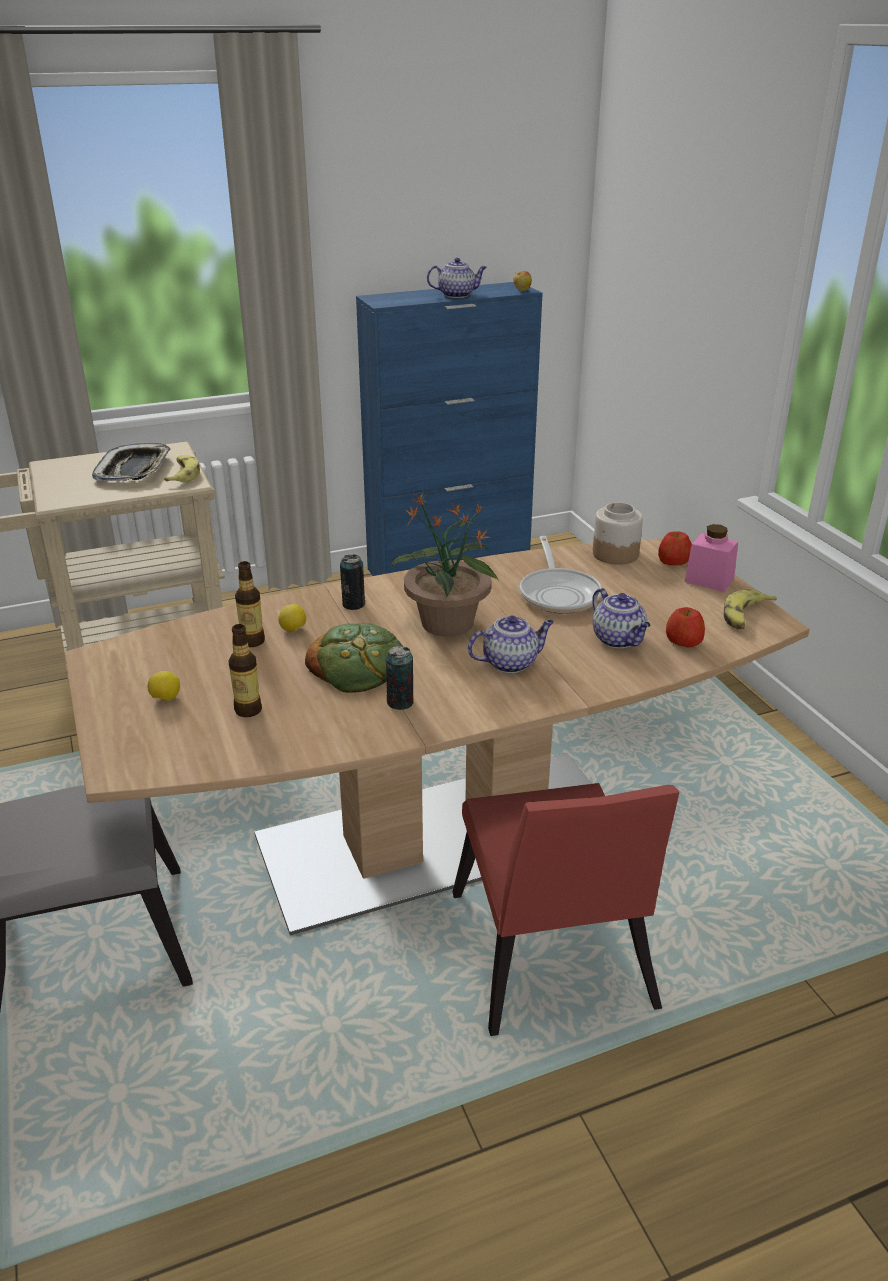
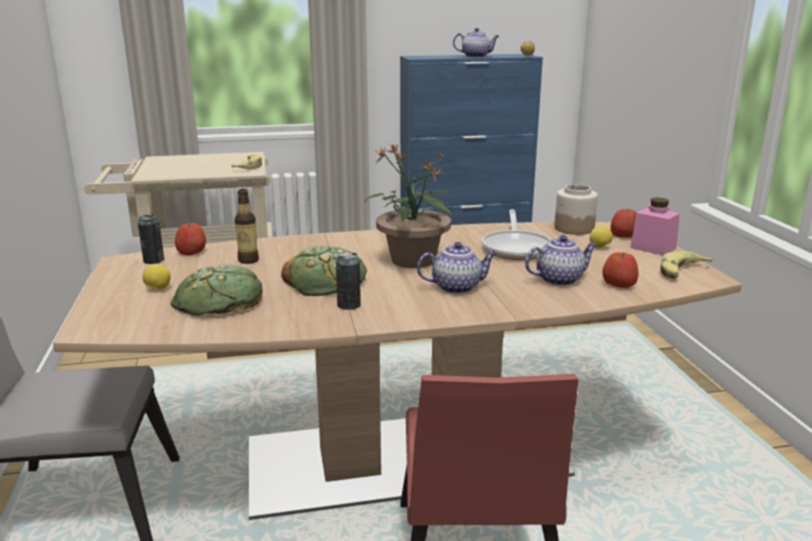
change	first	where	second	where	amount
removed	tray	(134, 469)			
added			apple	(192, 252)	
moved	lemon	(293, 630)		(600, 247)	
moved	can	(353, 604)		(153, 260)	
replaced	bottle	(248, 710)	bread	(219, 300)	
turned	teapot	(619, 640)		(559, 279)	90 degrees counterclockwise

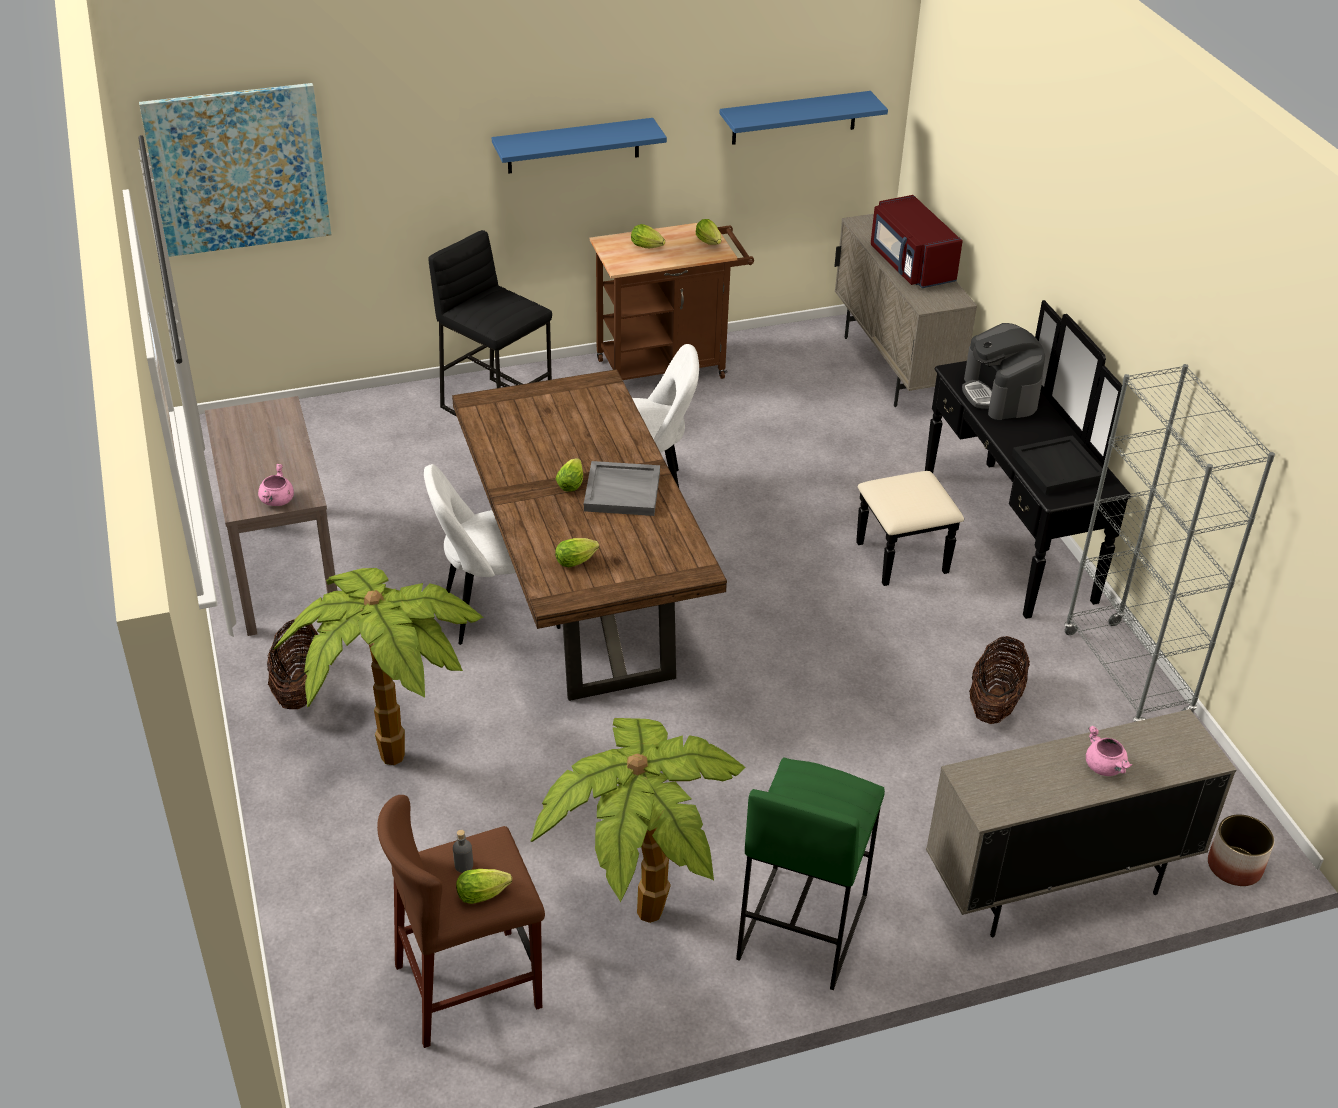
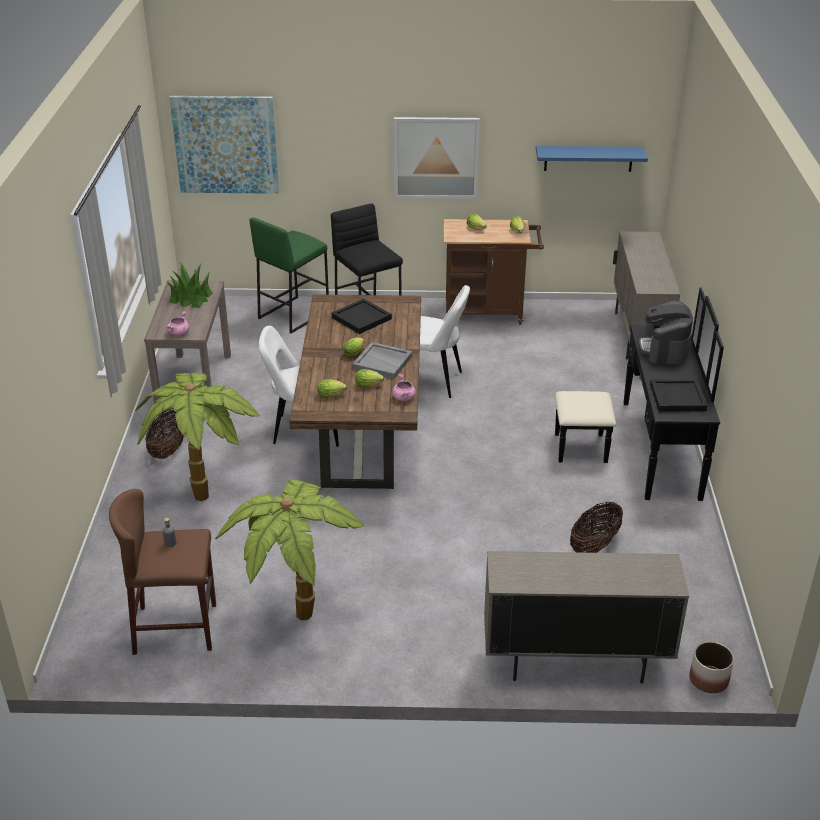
change	first	where	second	where	amount
removed	red microwave	(910, 265)			
removed	grey bookcase	(1126, 675)			
added			potted plant	(190, 298)	
added			black tray	(362, 318)	
moved	lettuce	(485, 894)		(369, 385)	
moved	green stool	(801, 926)		(293, 314)	
moved	pink cooking pot	(1105, 767)		(404, 398)	
replaced	blue shelf	(573, 146)	picture	(436, 157)	

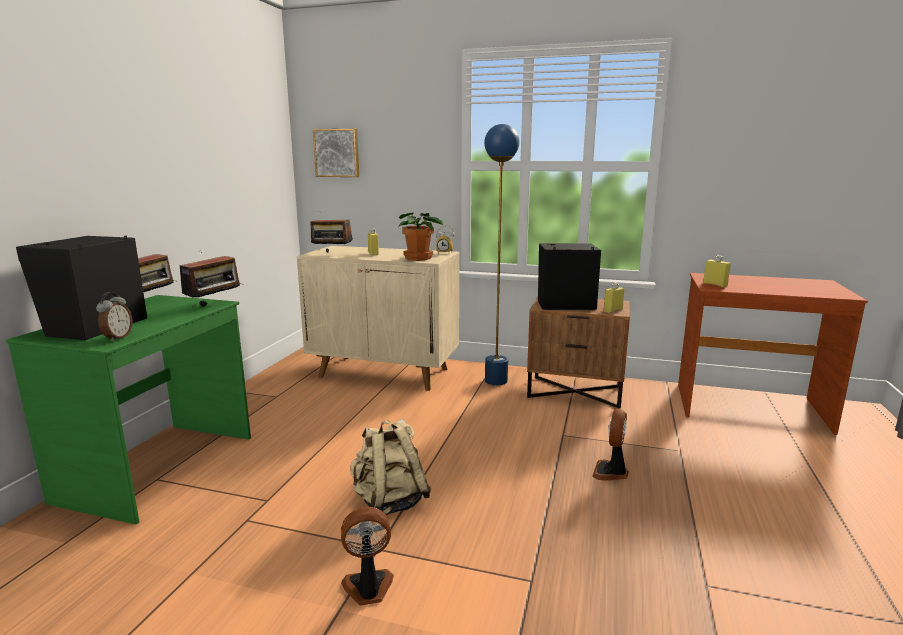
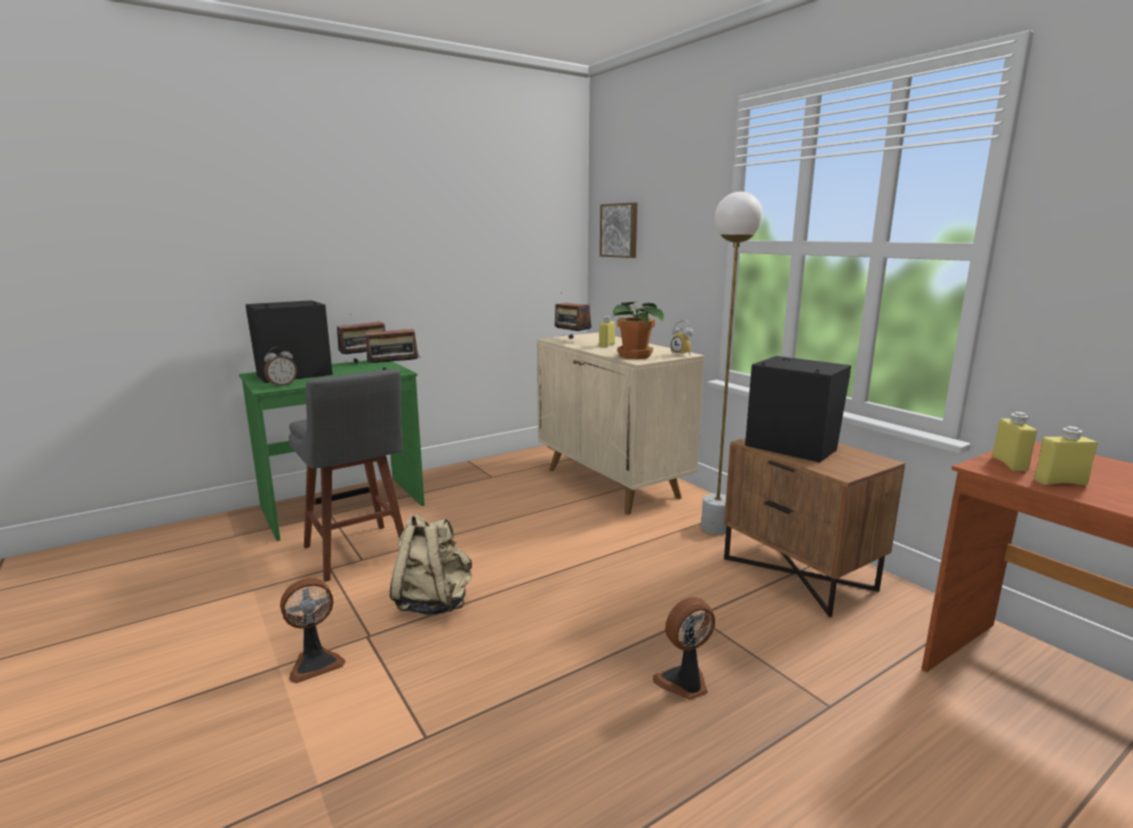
change	first	where	second	where	amount
added			grey stool	(358, 554)	
moved	yellow bottle	(613, 310)		(1060, 482)	
recoloured	blue floor lamp	(496, 381)	white floor lamp	(716, 528)	
turned	fan	(368, 588)		(315, 663)	120 degrees clockwise

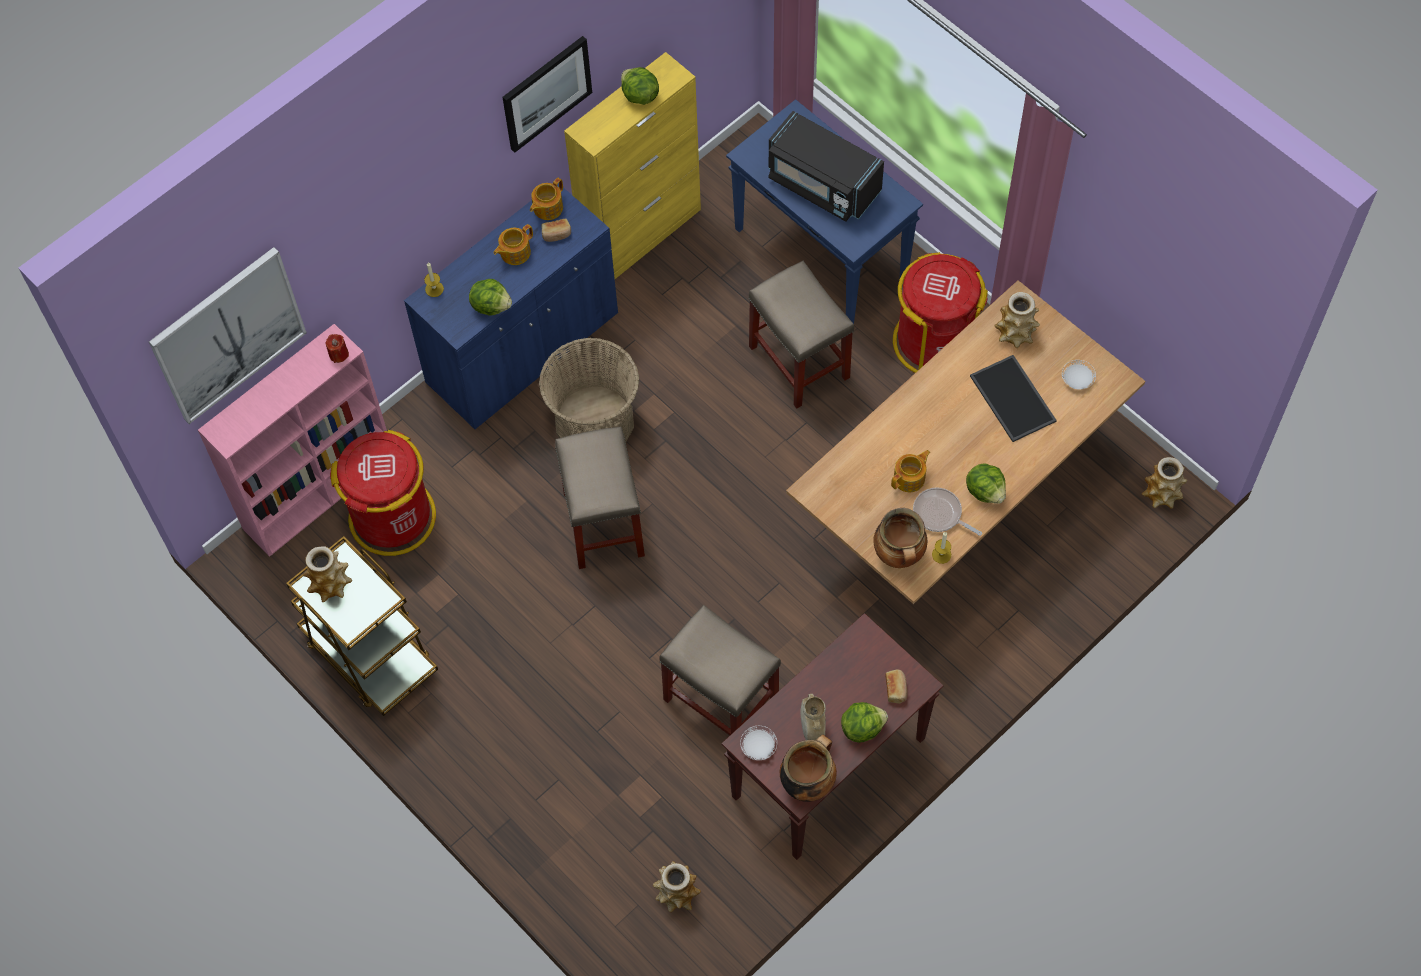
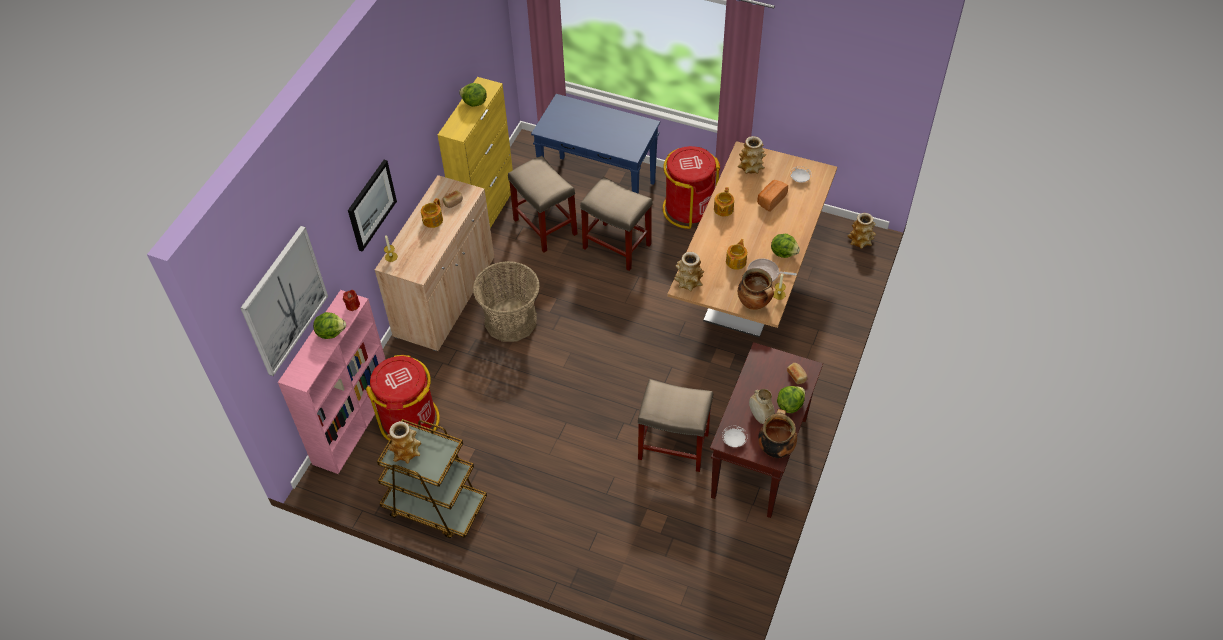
change	first	where	second	where	amount
removed	black microwave	(822, 184)			
moved	lettuce	(491, 305)		(331, 332)	
moved	picture	(546, 93)		(371, 205)	
moved	teapot	(547, 208)		(723, 209)	
moved	beige stool	(603, 522)		(544, 226)	
moved	vase	(676, 893)		(688, 282)	
replaced	tray	(1014, 398)	bread	(771, 200)	
recoloured	blue cabinet	(523, 349)	beige cabinet	(445, 297)	

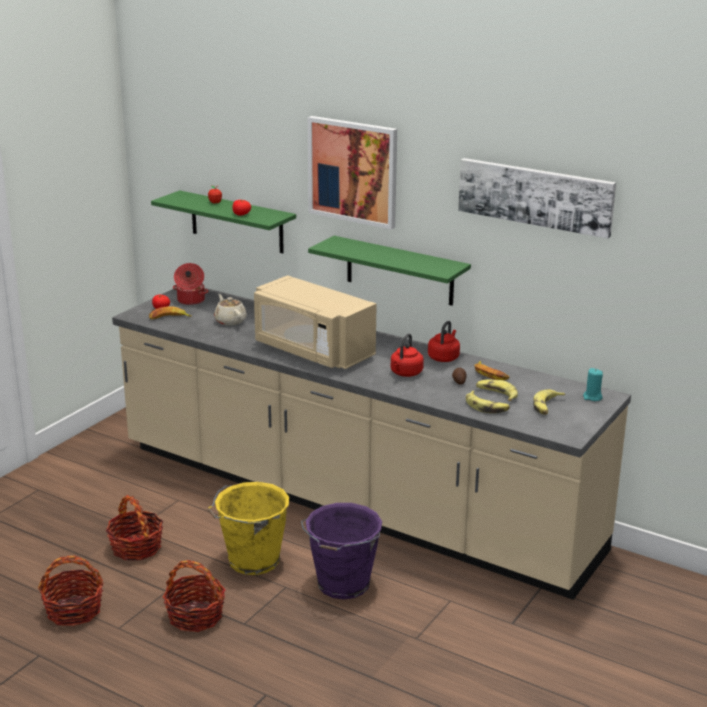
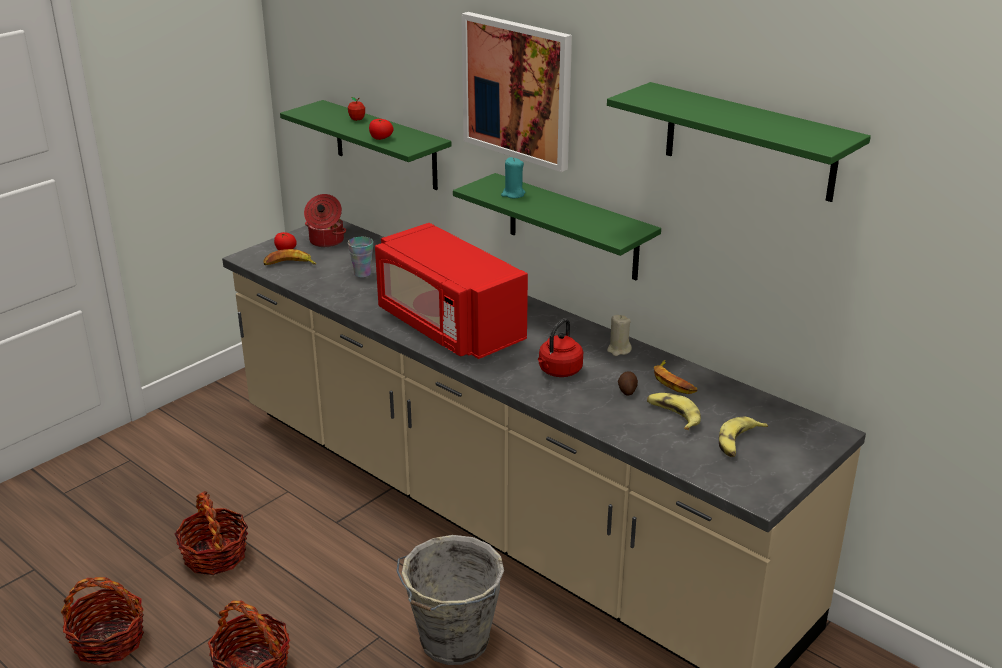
change	first	where	second	where	amount
removed	yellow bucket	(251, 561)			
removed	banana	(486, 407)			
moved	turquoise candle	(592, 397)		(513, 194)	
replaced	beige teapot	(230, 321)	cup	(362, 274)	
replaced	red kettle	(444, 357)	beige candle	(618, 350)	
replaced	picture	(535, 196)	green shelf	(749, 142)	
recoloured	beige microwave	(312, 351)	red microwave	(449, 326)	
recoloured	purple bucket	(342, 585)	grey bucket	(452, 642)	

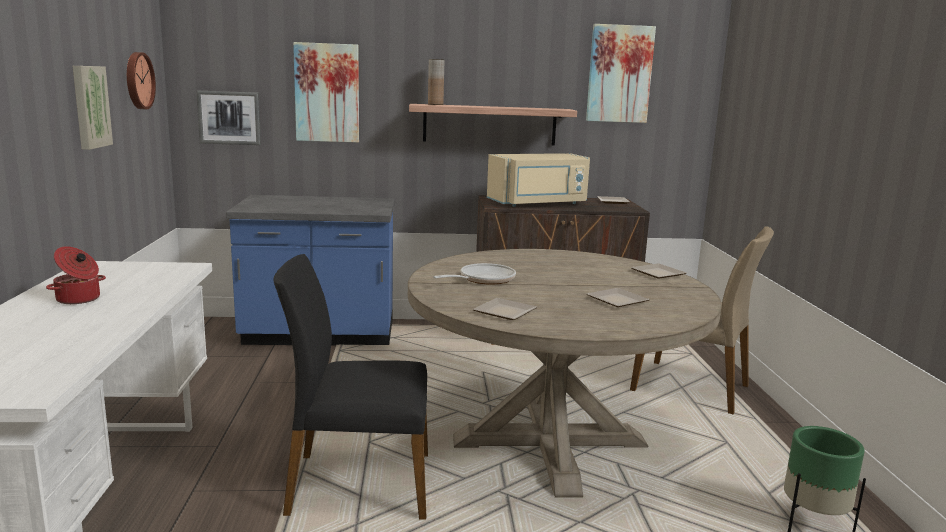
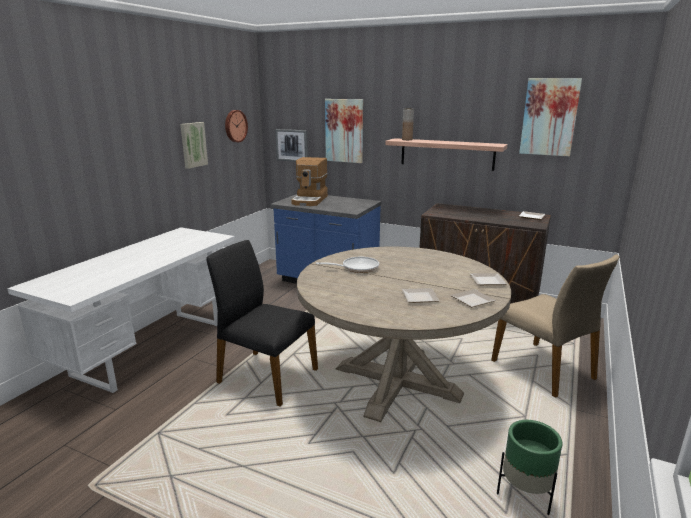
change	first	where	second	where	amount
removed	cooking pot	(79, 299)			
removed	beige microwave	(539, 203)			
added			coffee machine	(310, 200)	
moved	plate	(504, 311)		(472, 299)	

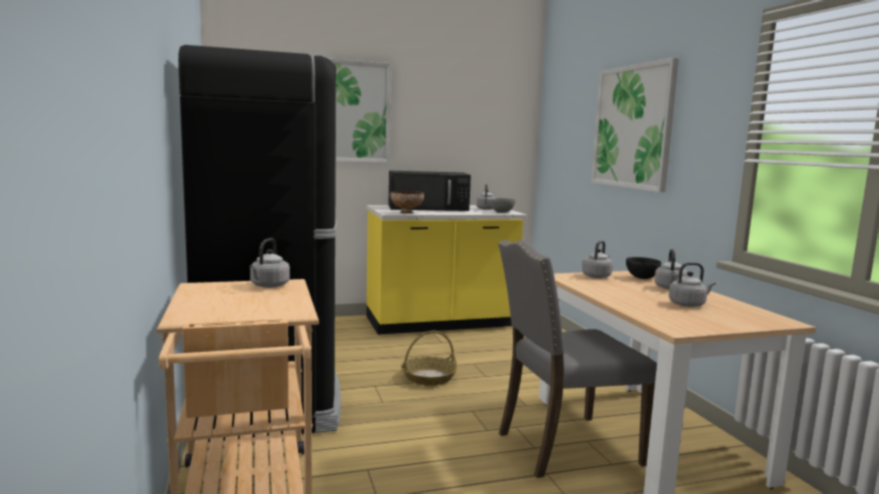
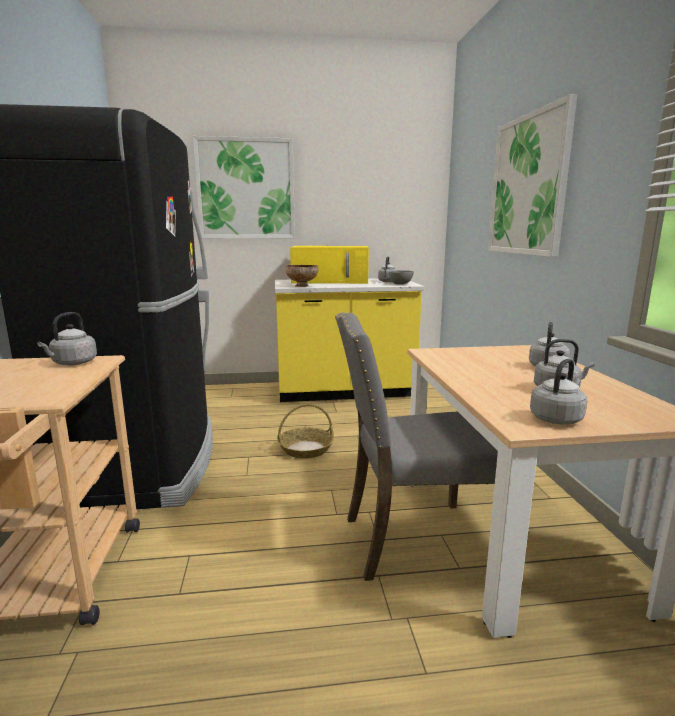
change	first	where	second	where	amount
removed	black bowl	(641, 278)			
moved	grey kettle	(597, 276)		(557, 418)	
recoloured	black microwave	(429, 208)	yellow microwave	(331, 281)	

